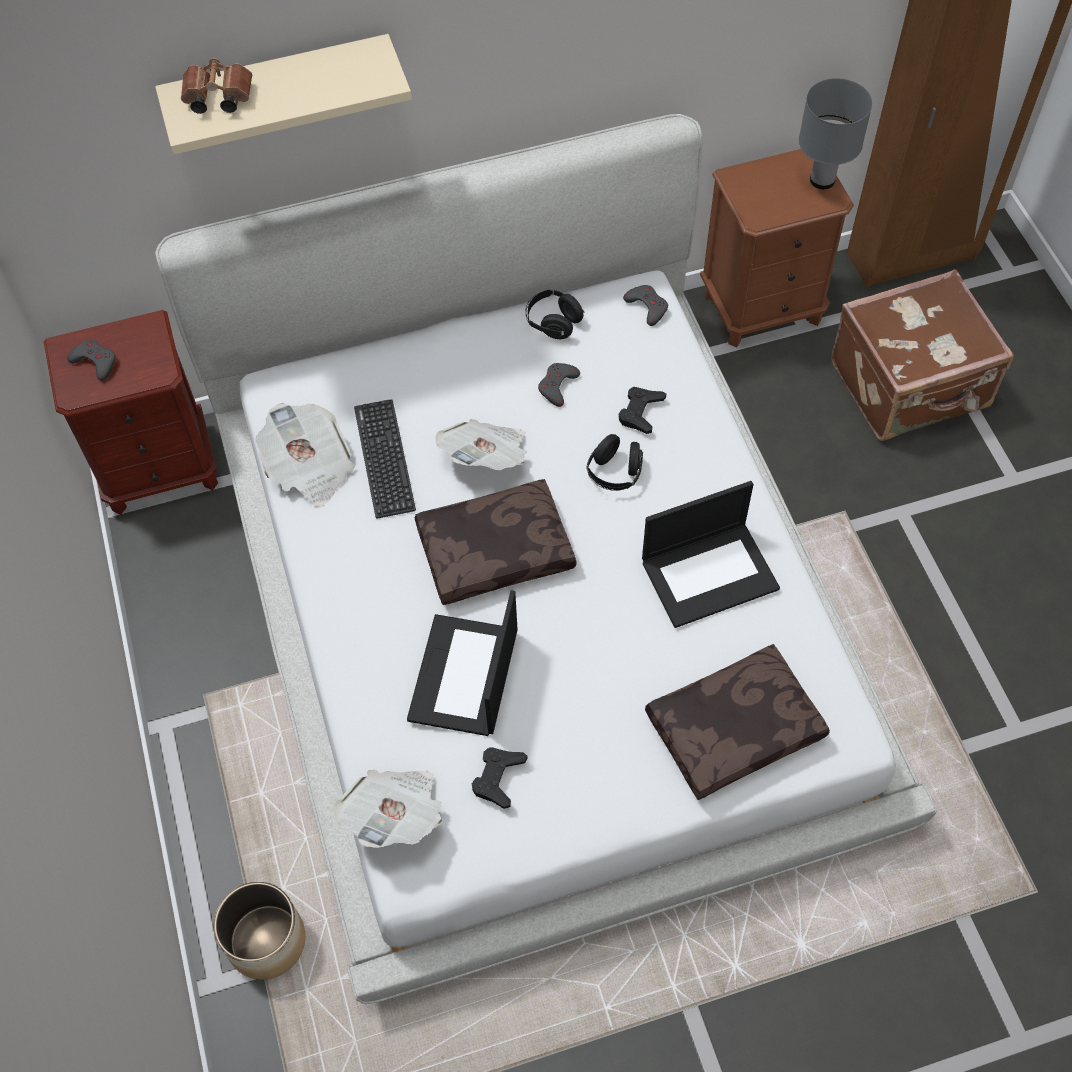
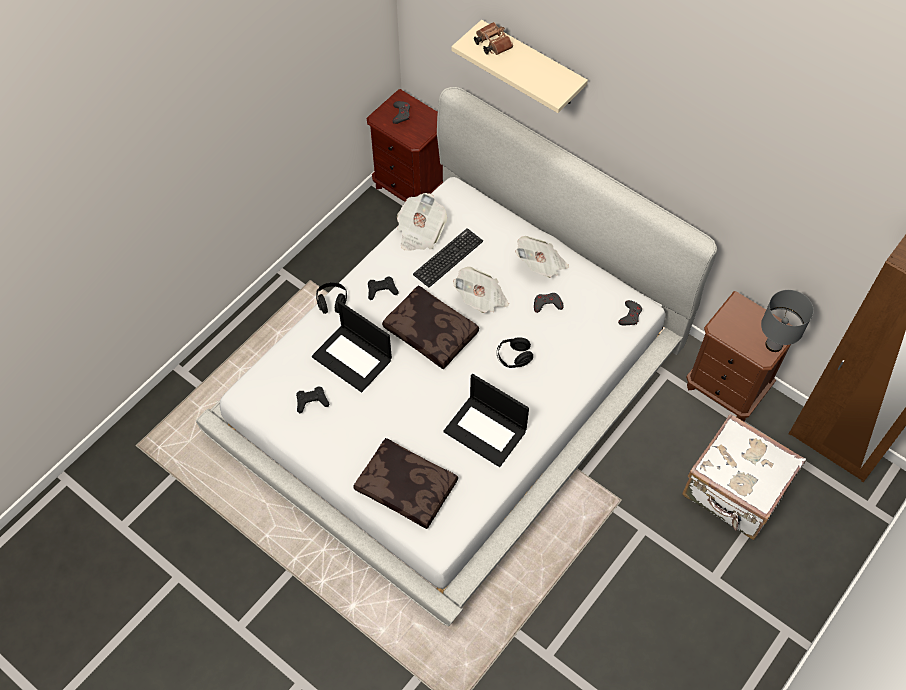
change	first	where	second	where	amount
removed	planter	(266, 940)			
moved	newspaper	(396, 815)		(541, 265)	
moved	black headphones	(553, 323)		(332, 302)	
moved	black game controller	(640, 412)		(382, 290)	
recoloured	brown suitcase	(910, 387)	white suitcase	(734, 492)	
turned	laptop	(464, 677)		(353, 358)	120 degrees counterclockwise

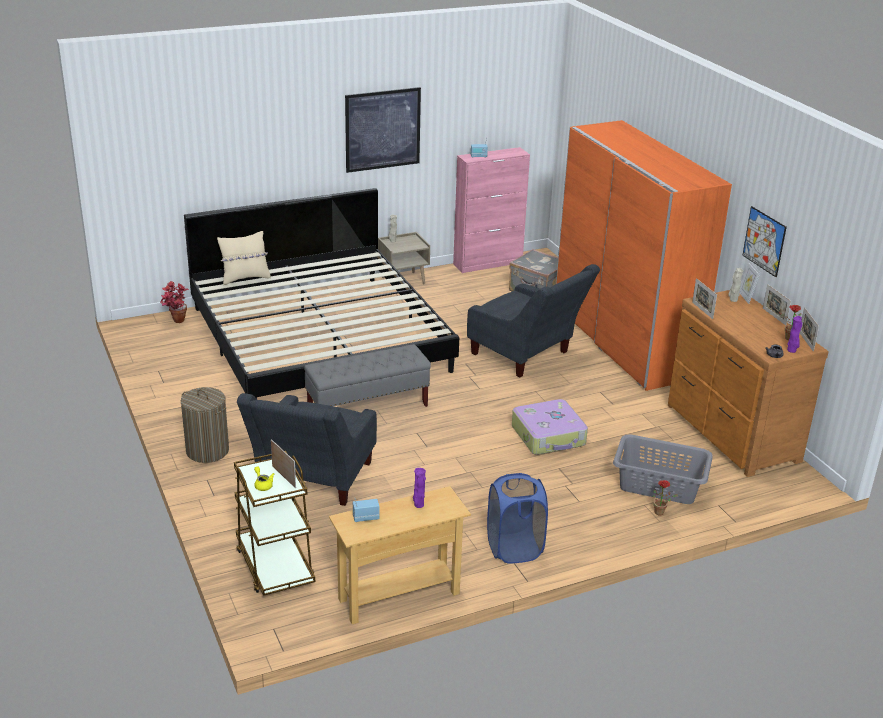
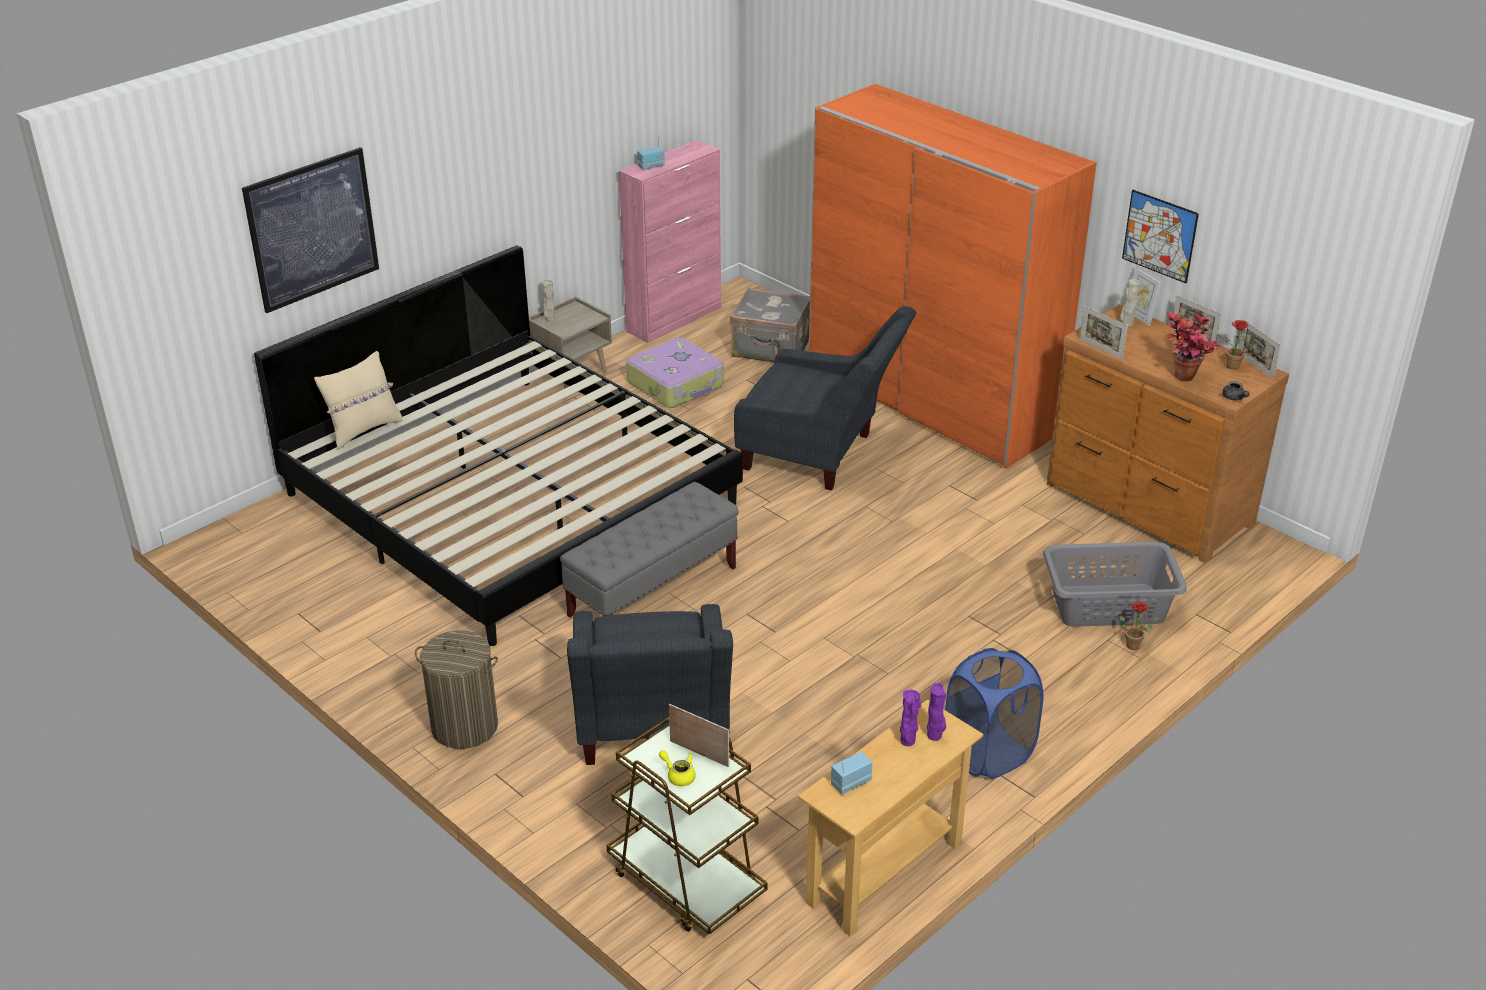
change	first	where	second	where	amount
moved	potted plant	(175, 322)		(1183, 381)	
moved	picture	(382, 129)		(312, 229)	
moved	suitcase	(549, 436)		(676, 384)	
moved	purple vase	(792, 351)		(935, 736)	

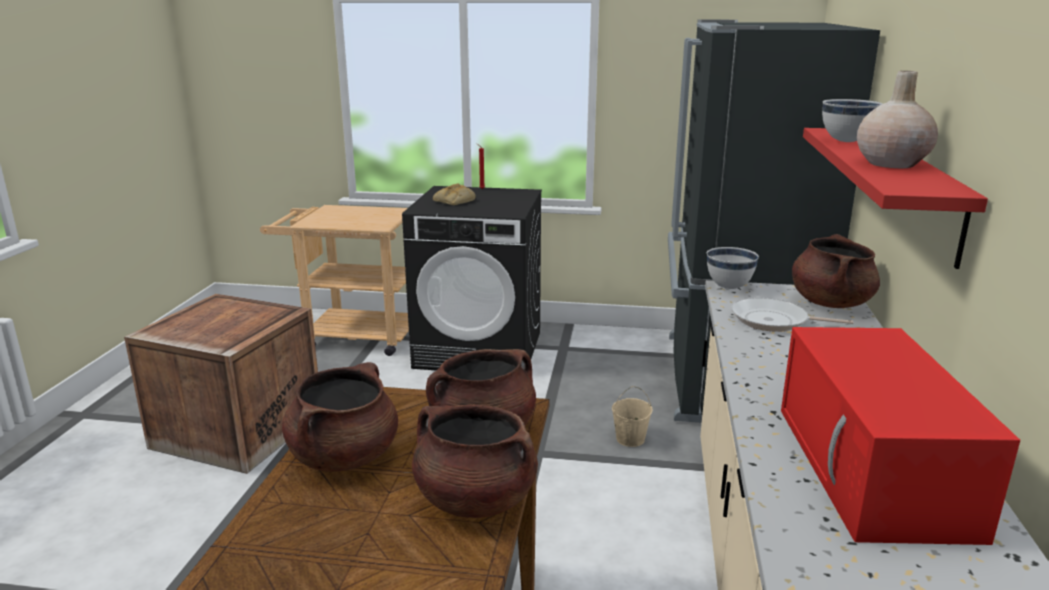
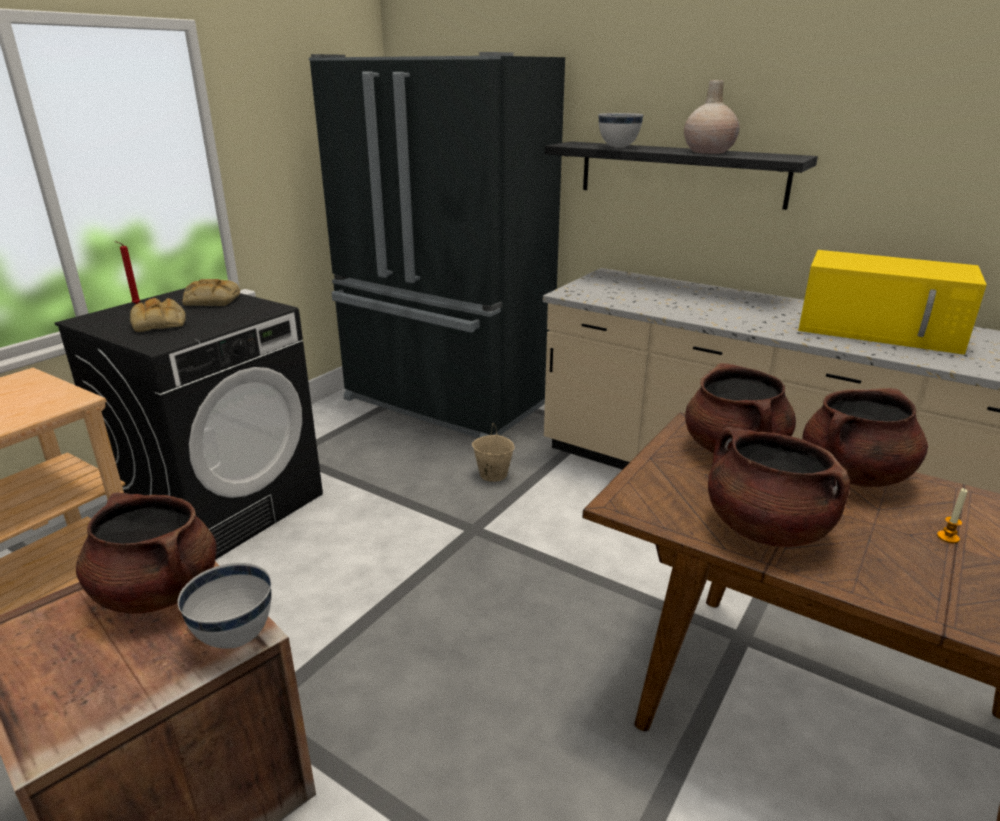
change	first	where	second	where	amount
removed	frying pan	(774, 321)			
added			bread	(211, 301)	
added			candle	(948, 537)	
moved	white bowl	(729, 287)		(235, 636)	
moved	brown cooking pot	(830, 302)		(157, 591)	
recoloured	red microwave	(874, 470)	yellow microwave	(881, 330)	
recoloured	red shelf	(911, 189)	black shelf	(680, 173)	

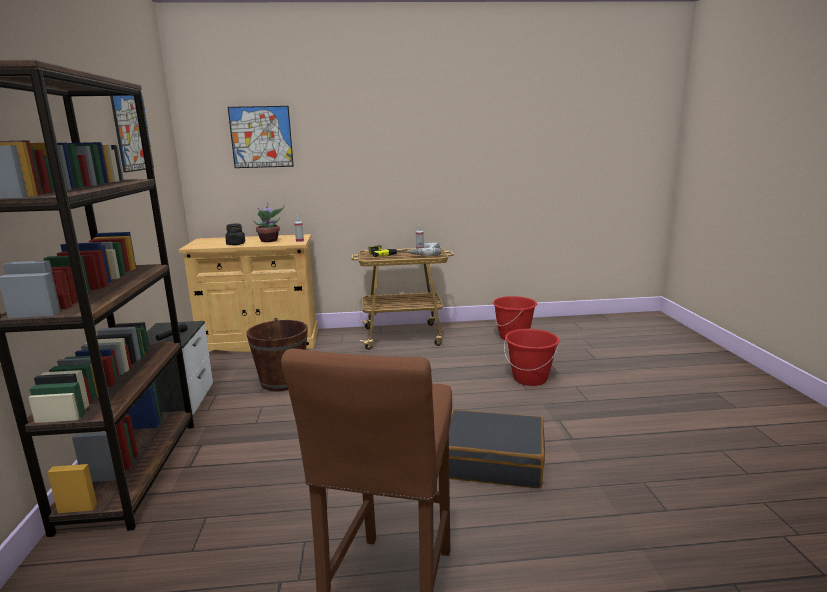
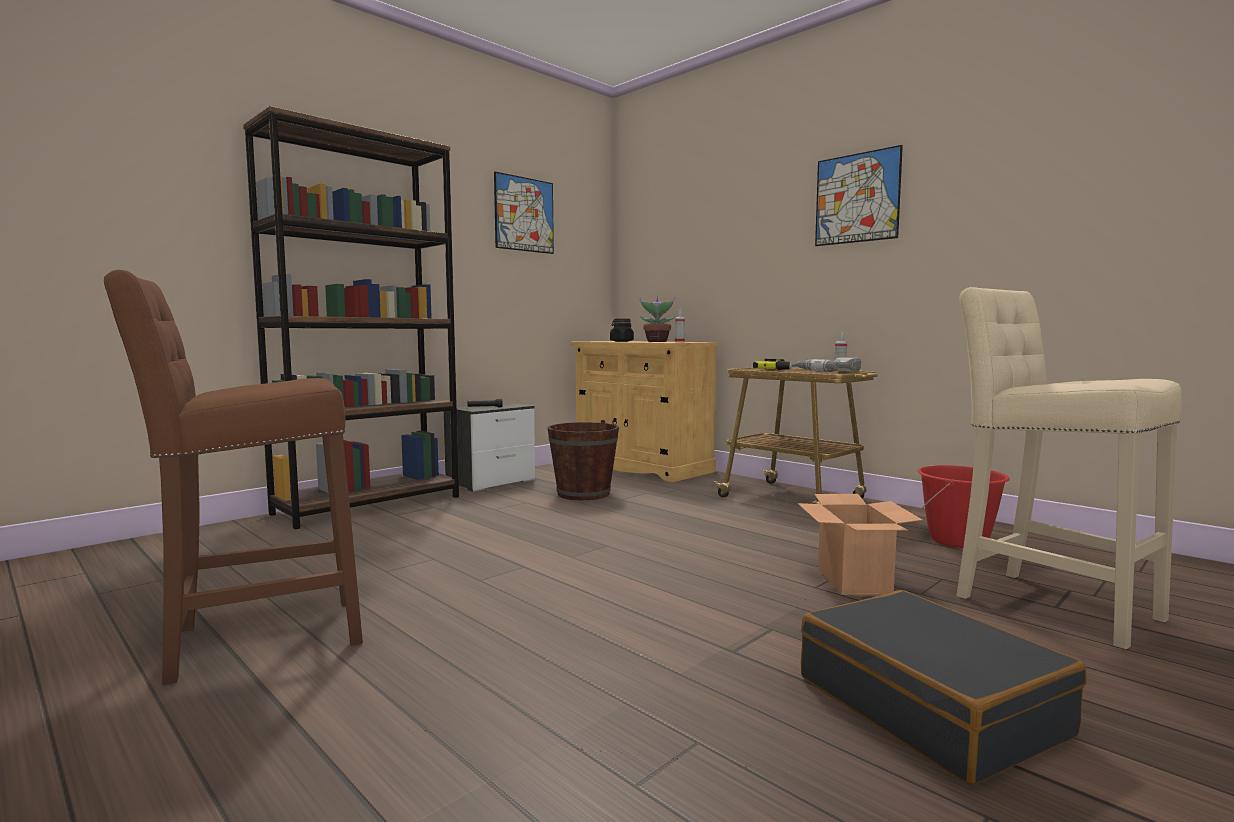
change	first	where	second	where	amount
added			beige stool	(1047, 603)	
moved	picture	(261, 137)		(857, 198)	
moved	black suitcase	(492, 461)		(930, 706)	
replaced	red bucket	(530, 378)	cardboard box	(854, 581)	

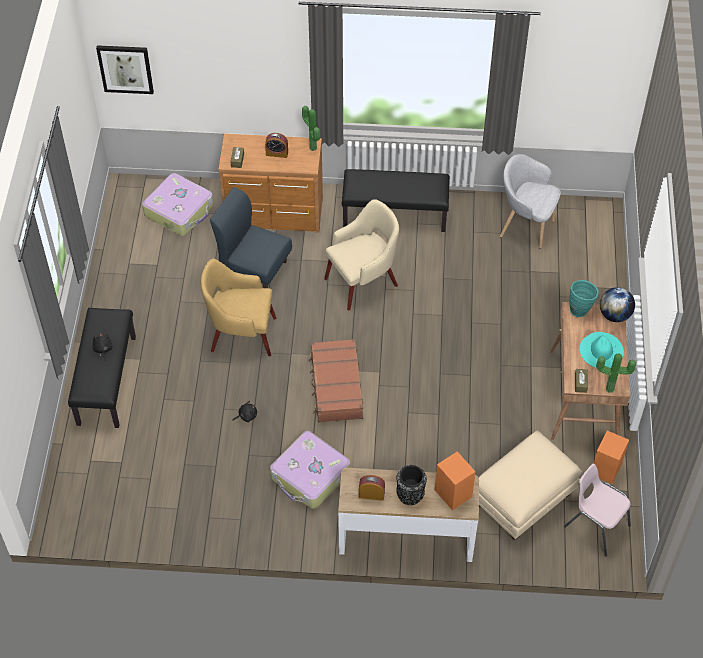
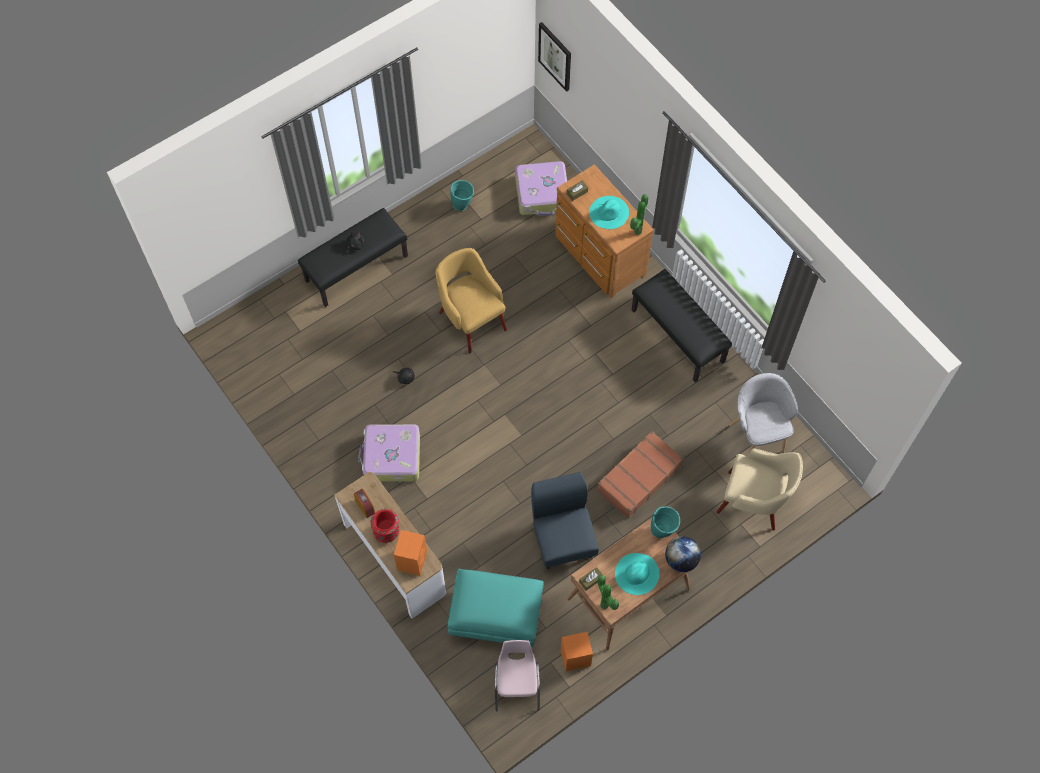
change	first	where	second	where	amount
added			turquoise vase	(463, 204)	
moved	blue chair	(254, 268)		(563, 538)	
moved	brown suitcase	(336, 386)		(638, 478)	
moved	beige armchair	(363, 281)		(753, 501)	
replaced	alarm clock	(277, 153)	turquoise hat	(609, 212)	
recoloured	black vase	(410, 494)	red vase	(387, 532)	
recoloured	beige ottoman	(523, 498)	turquoise ottoman	(497, 616)	

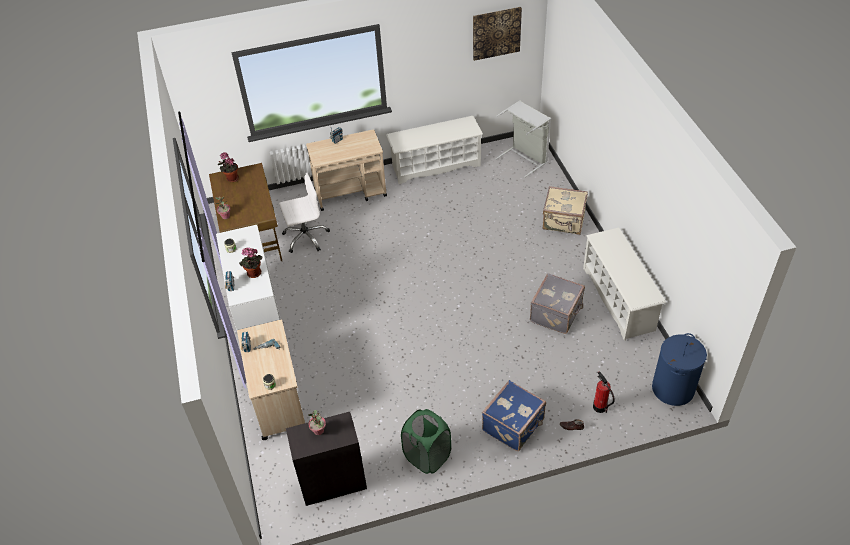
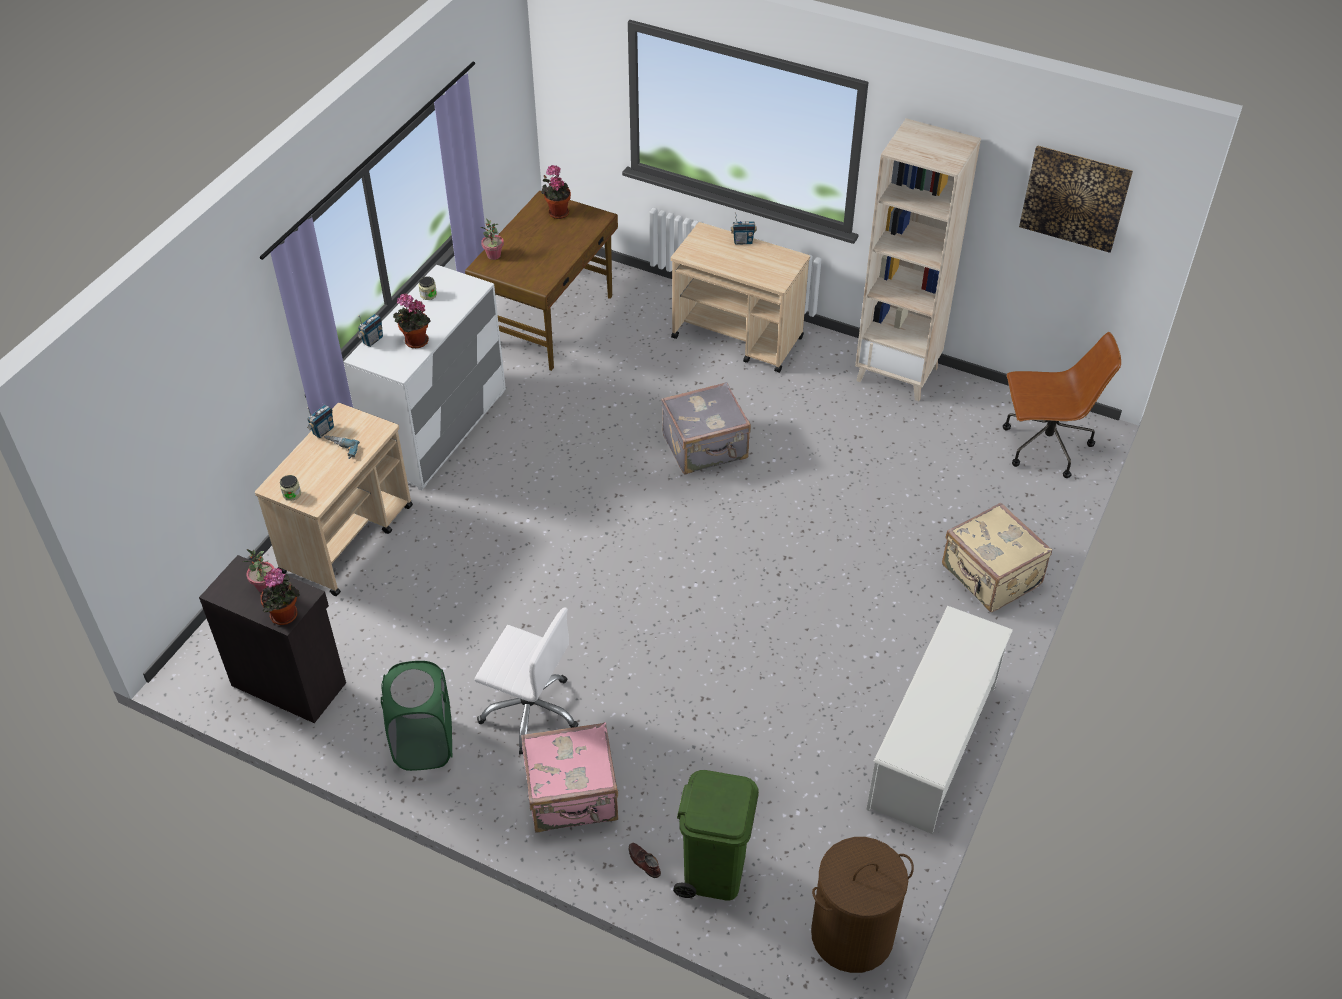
change	first	where	second	where	amount
added			potted plant	(286, 616)	
moved	white office chair	(306, 237)		(530, 711)	
moved	grey suitcase	(557, 314)		(706, 448)	
replaced	white shoe rack	(435, 165)	beige bookcase	(898, 374)	
replaced	grey laundry basket	(524, 158)	brown office chair	(1044, 446)	
replaced	fire extinguisher	(599, 407)	green trash can	(714, 869)	
recoloured	blue suitcase	(514, 425)	pink suitcase	(572, 796)	
recoloured	blue laundry basket	(673, 389)	brown laundry basket	(852, 935)	

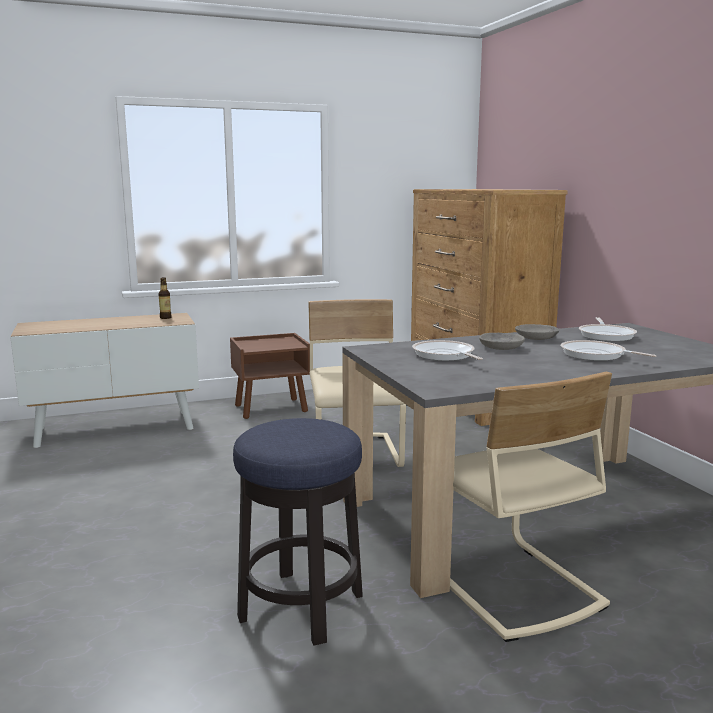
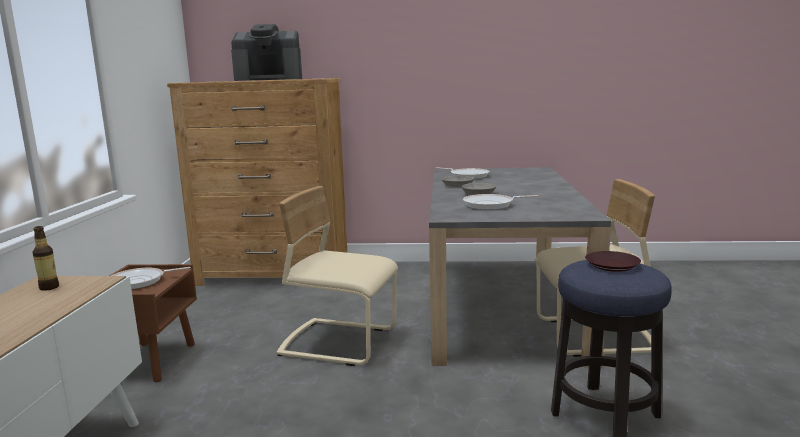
change	first	where	second	where	amount
added			coffee machine	(269, 79)	
added			brown plate	(611, 265)	
moved	frying pan	(596, 355)		(140, 281)	

